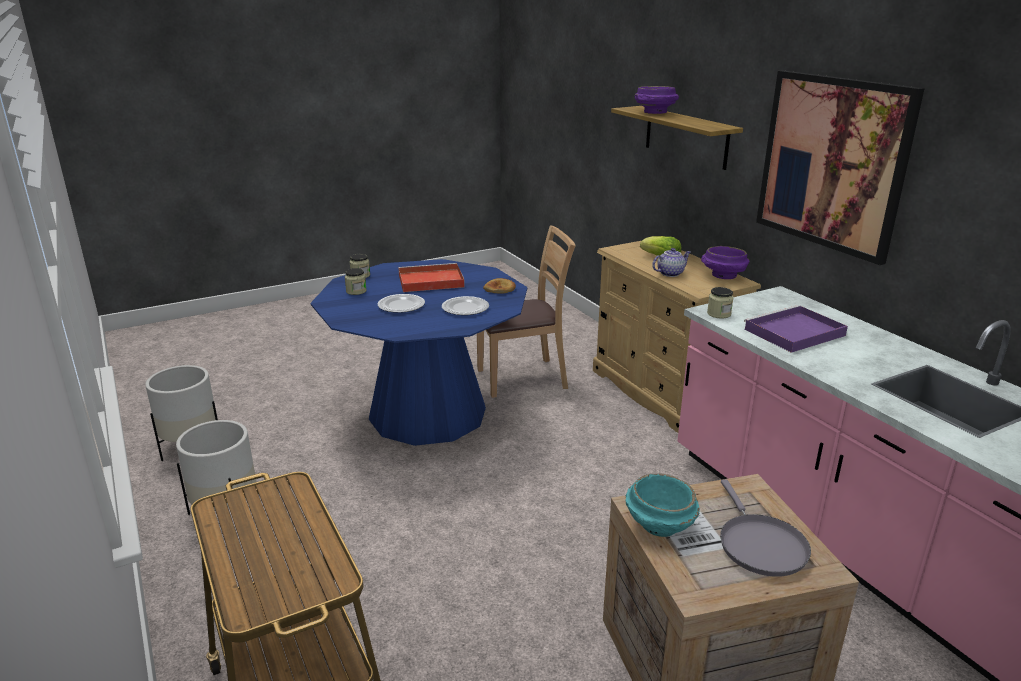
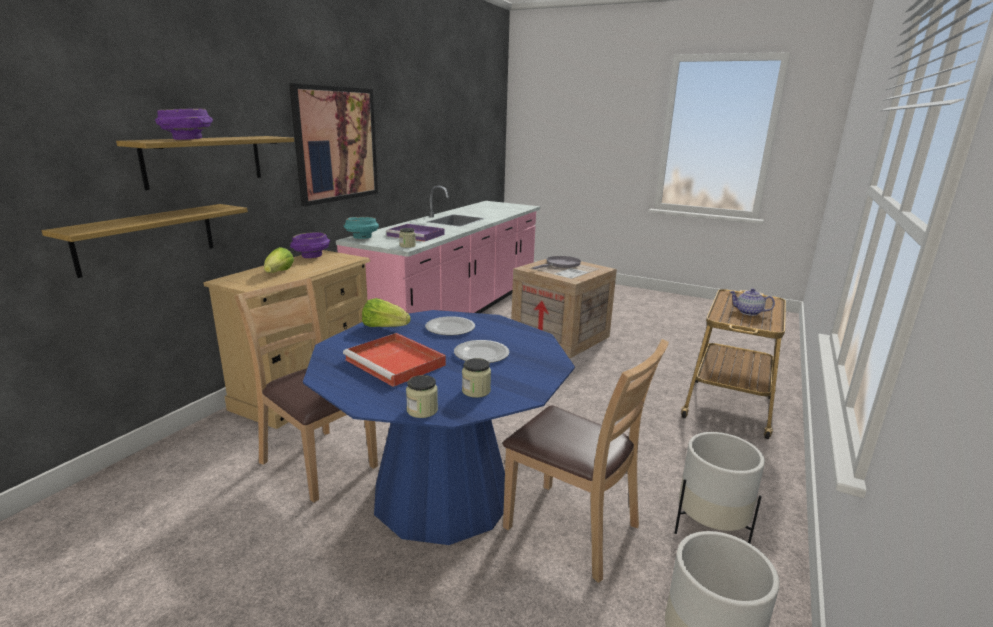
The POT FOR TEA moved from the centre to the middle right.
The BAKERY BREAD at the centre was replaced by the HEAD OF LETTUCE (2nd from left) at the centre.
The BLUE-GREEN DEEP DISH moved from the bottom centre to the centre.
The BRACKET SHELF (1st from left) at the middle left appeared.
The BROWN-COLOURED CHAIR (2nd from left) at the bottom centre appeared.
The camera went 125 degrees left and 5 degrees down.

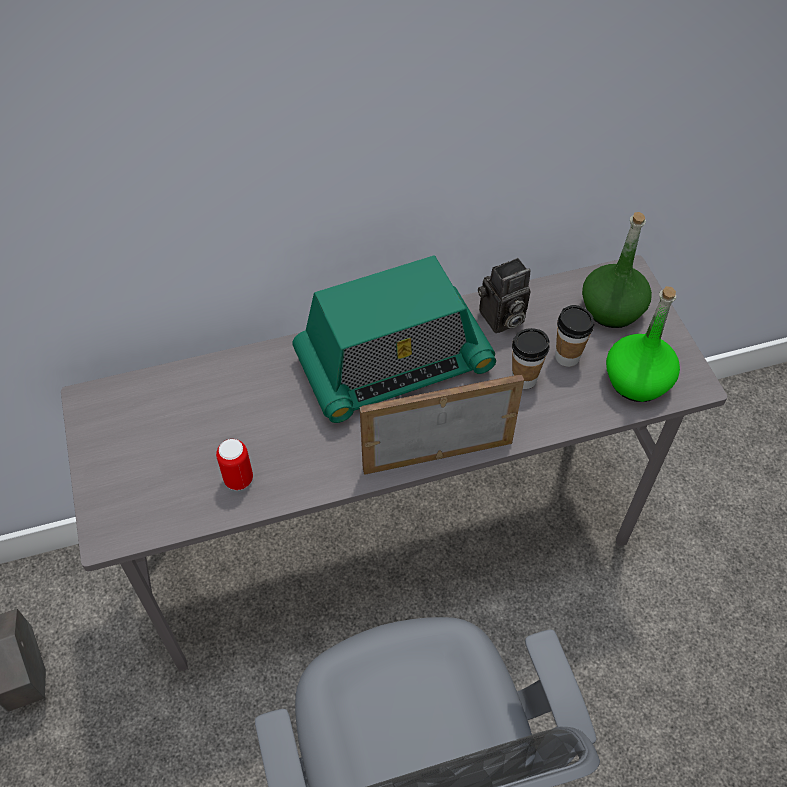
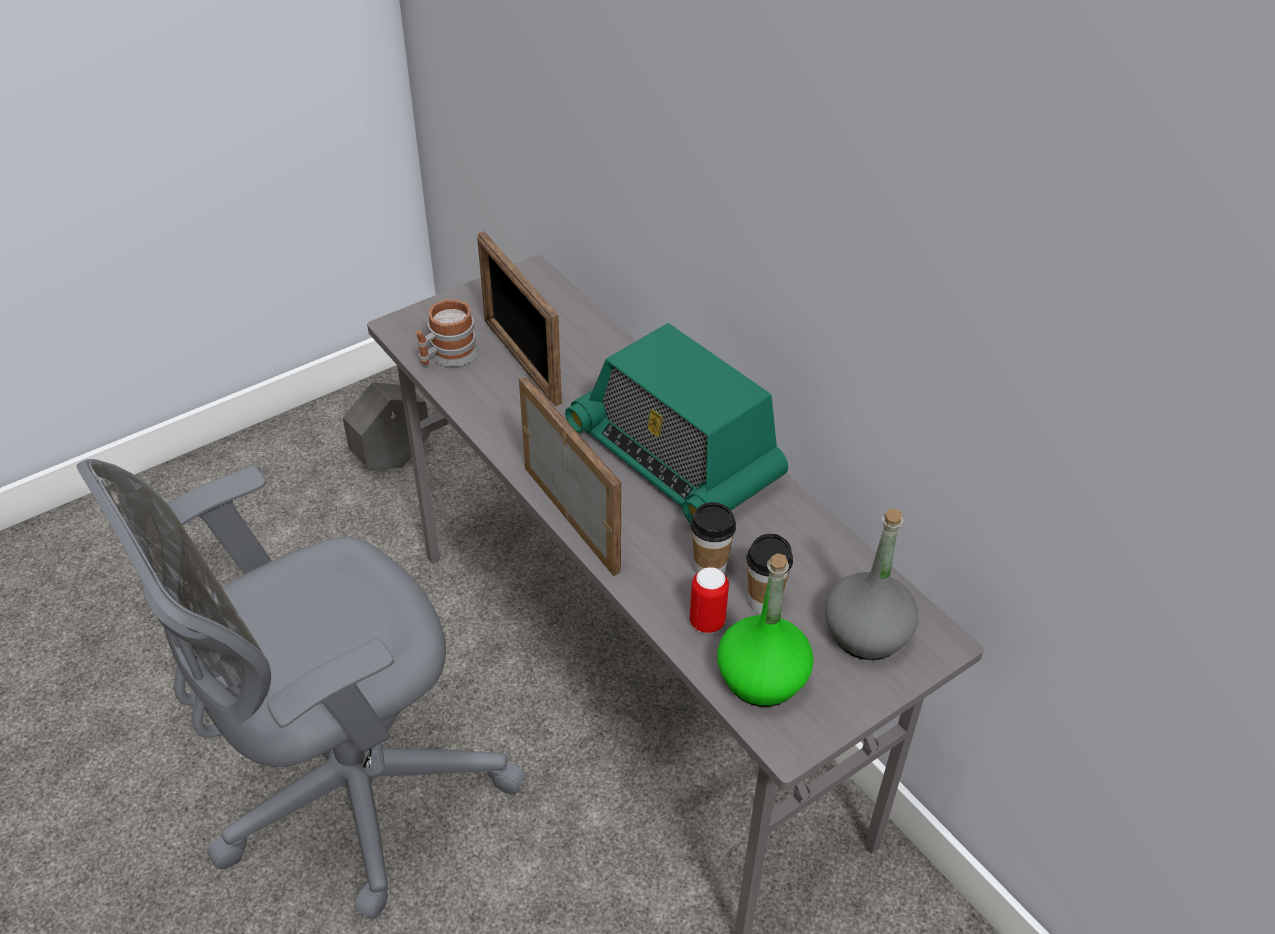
The GREEN-COLOURED DRINK BOTTLE (1st from left) at the middle right became the GRAY DRINK BOTTLE at the middle right.
The STILL CAMERA at the centre disappeared.
The CAN moved from the middle left to the centre.
The PICTURE FRAME (1st from left) at the centre appeared.
The TEA MUG at the centre appeared.
The camera went 70 degrees right and 10 degrees down.

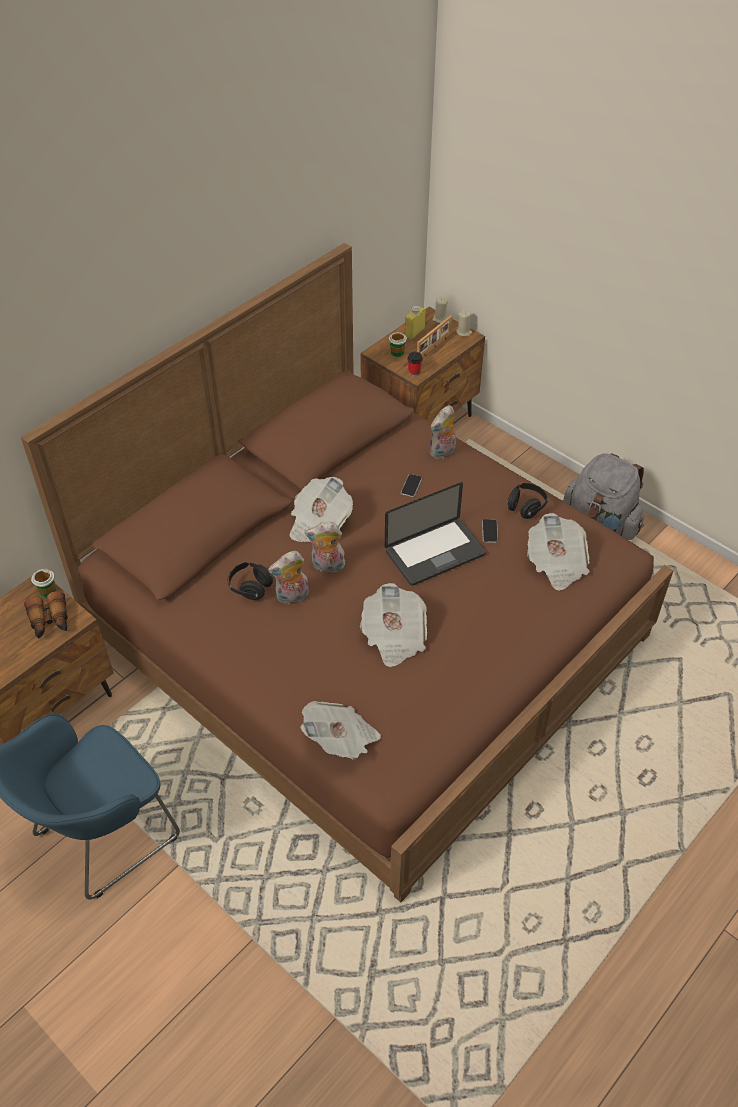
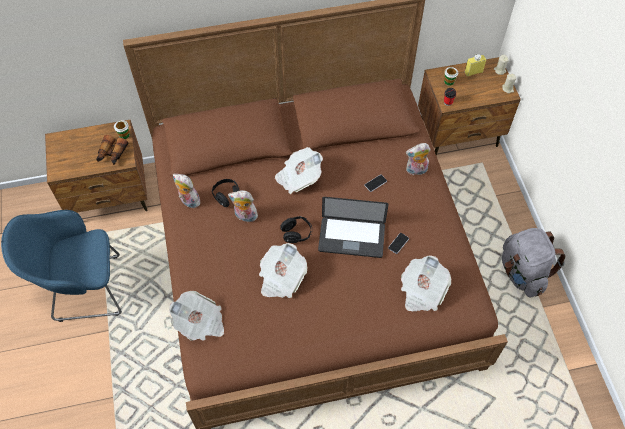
The PICTURE FRAME at the top centre disappeared.
The BLACKISH PAIR OF HEADPHONES (2nd from left) moved from the middle right to the centre.
The CUDDLY TOY (2nd from left in the first image) moved from the centre to the middle left.
The camera went 35 degrees right and 10 degrees up.

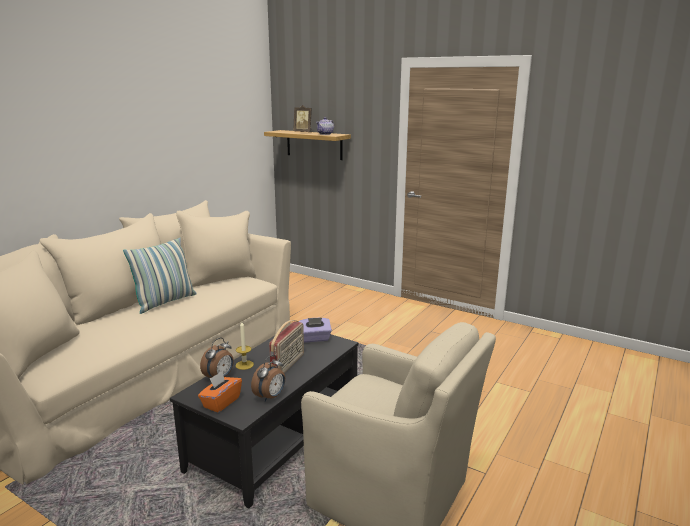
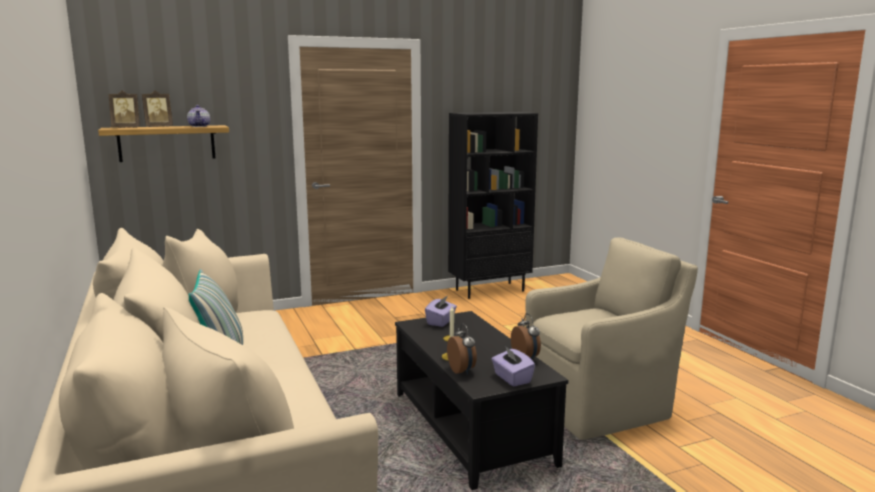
The RADIO RECEIVER at the centre disappeared.
The ORANGEY BOX OF TISSUES at the bottom left became the PURPLE BOX OF TISSUES (2nd from left) at the bottom centre.
The PICTURE FRAME (1st from left) at the top left appeared.
The BLACKISH SHELVING UNIT at the centre appeared.
The camera went 55 degrees left and 5 degrees down.

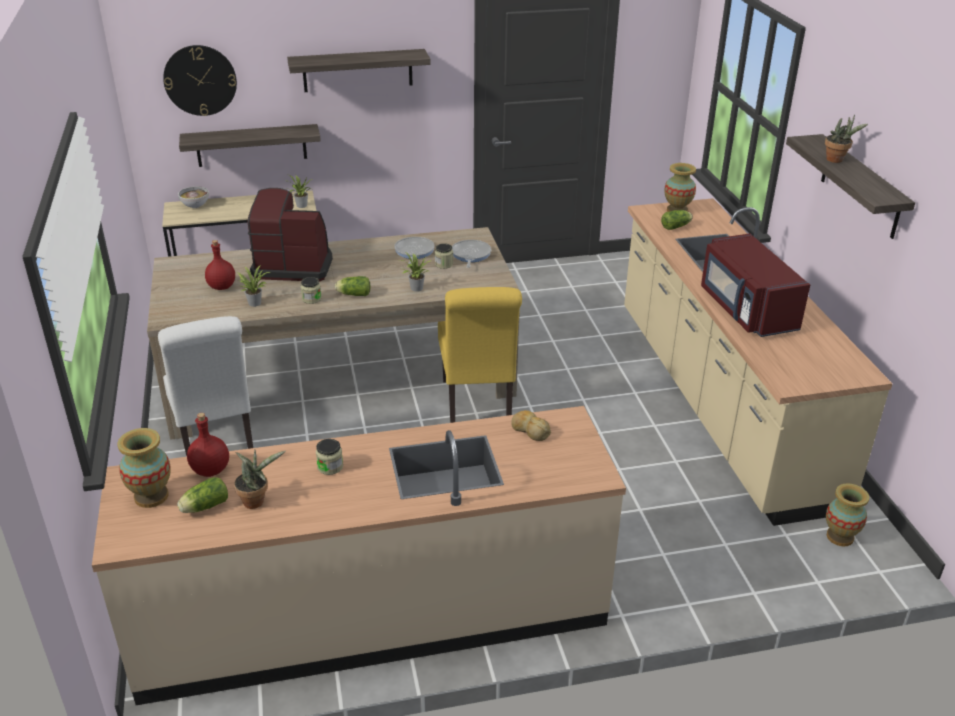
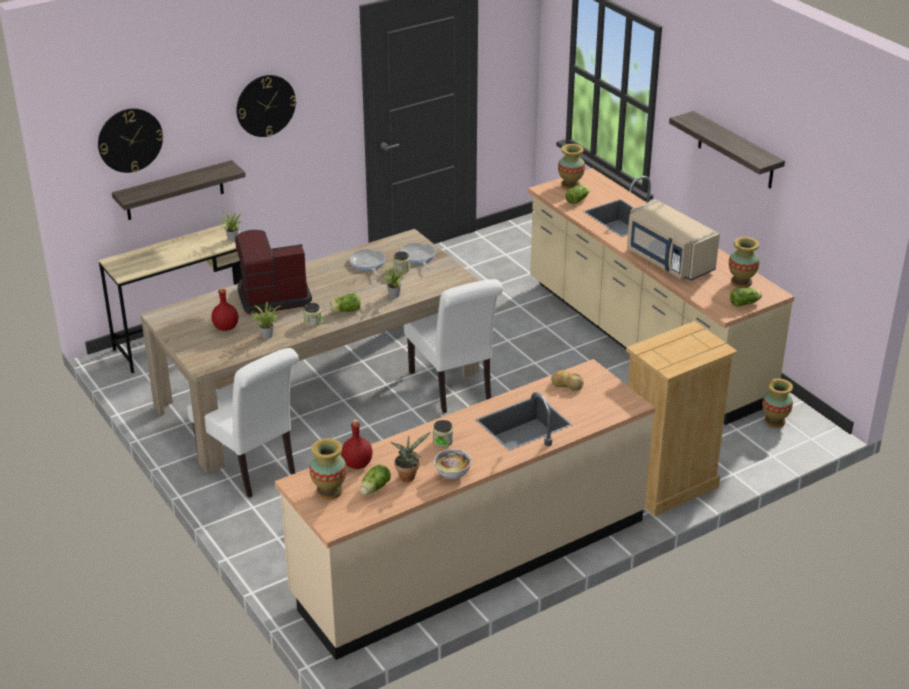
The BRACKET SHELF (2nd from left) at the top centre was replaced by the HANGING CLOCK (2nd from left) at the top left.
The PLANT IN A POT (5th from left) at the top right disappeared.
The DEEP DISH moved from the top left to the bottom centre.
The RED MICROWAVE at the middle right became the BEIGE MICROWAVE at the middle right.
The YELLOW-COLOURED CHAIR at the centre became the WHITE-COLOURED CHAIR (2nd from left) at the centre.
The FLOWER VASE (3rd from left) at the middle right appeared.
The HEAD OF LETTUCE (4th from left) at the middle right appeared.
The BEIGE DRAWER CHEST at the middle right appeared.
The camera went 20 degrees left and 0 degrees up.

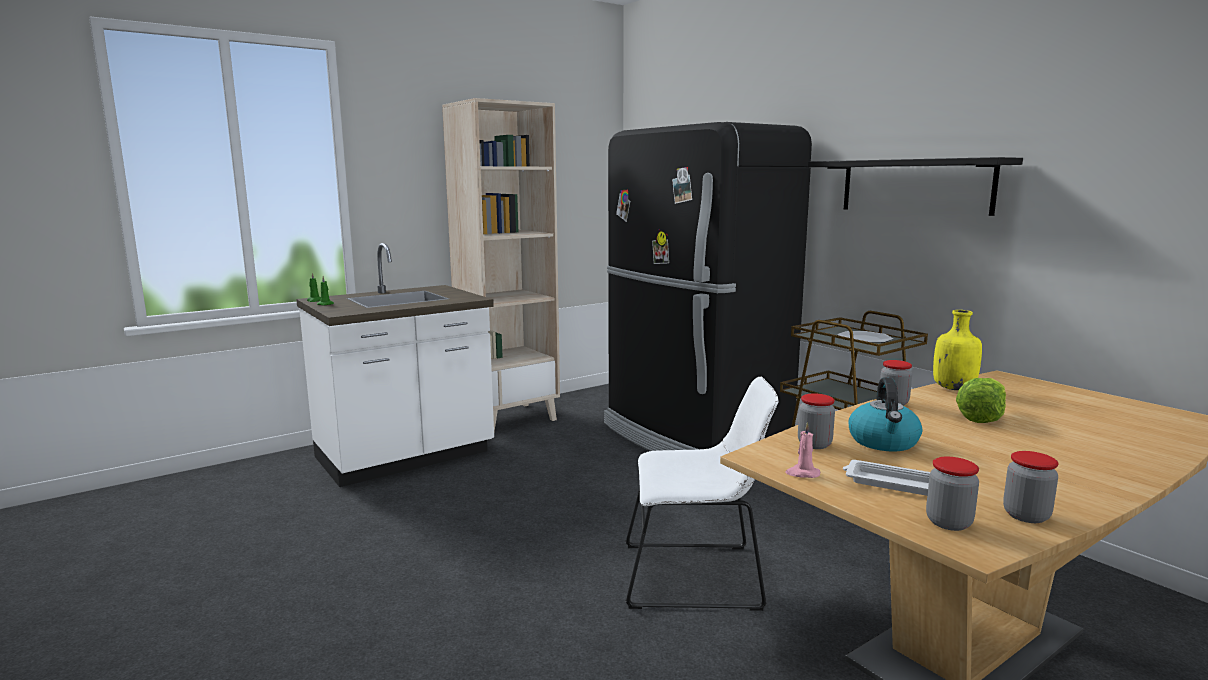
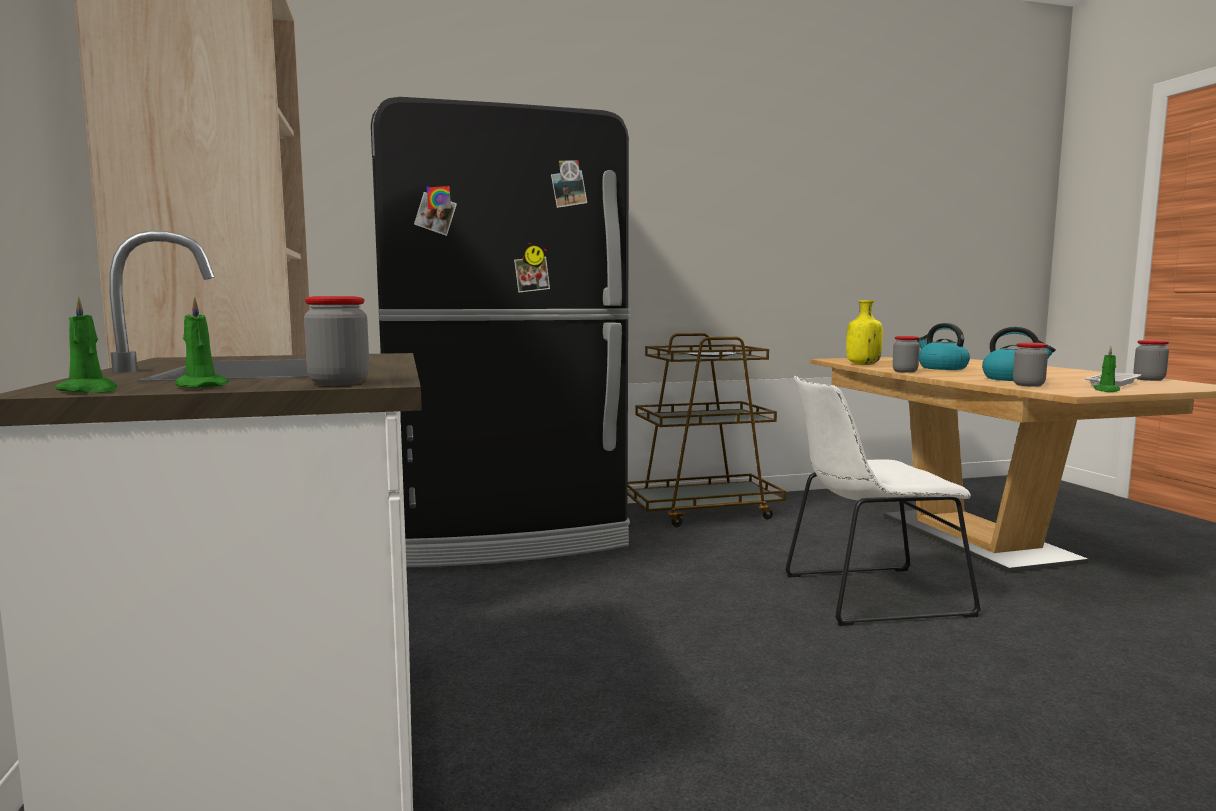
The BLACKISH BRACKET SHELF at the top right disappeared.
The WHITE-COLOURED CHAIR at the bottom centre turned 120 degrees counterclockwise.
The HEAD OF LETTUCE at the middle right was replaced by the WATER KETTLE (1st from left) at the middle right.
The PINK WAX CANDLE at the centre became the GREEN-COLOURED WAX CANDLE (3rd from left) at the middle right.
The JAR (3rd from left in the first image) moved from the bottom right to the middle left.
The camera went 70 degrees left and 5 degrees down.

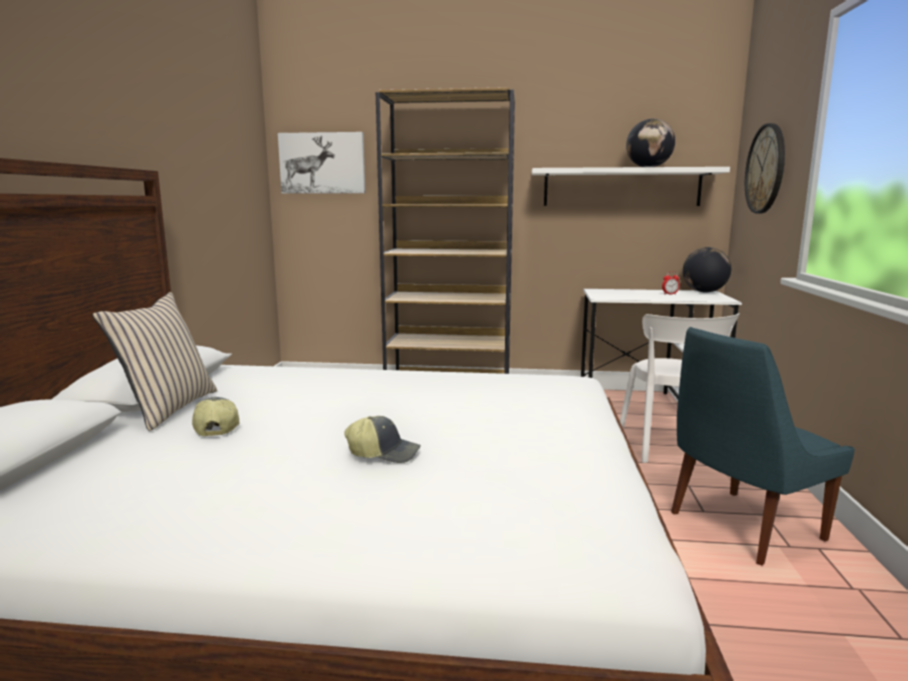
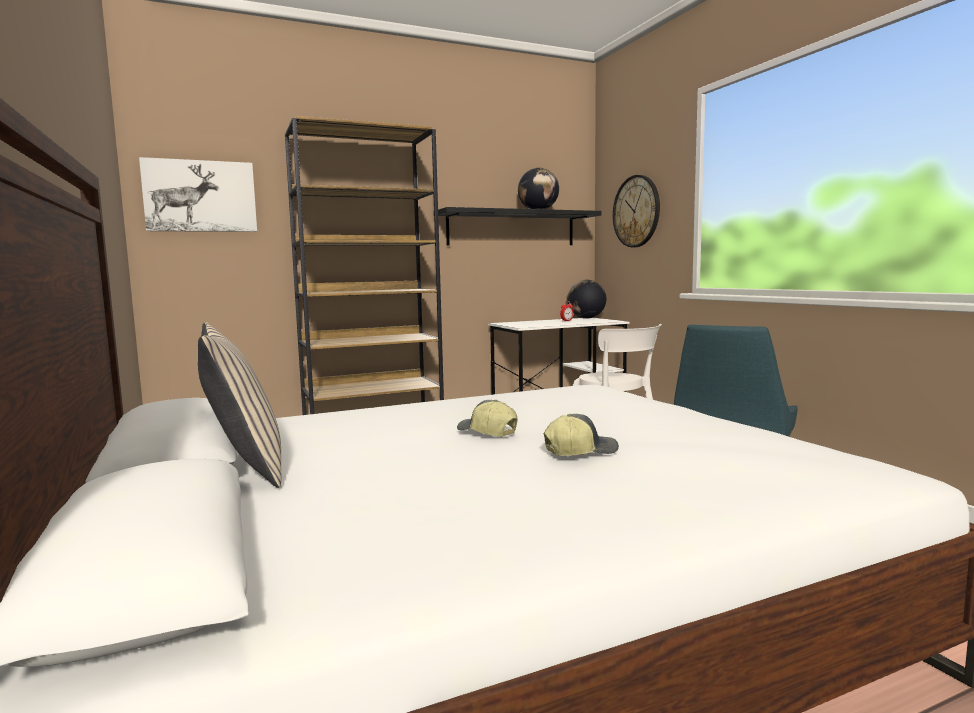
The WHITE-COLOURED BRACKET SHELF at the top right became the BLACKISH BRACKET SHELF at the top centre.
The BASEBALL CAP (1st from left) moved from the middle left to the centre.
The camera went 30 degrees left and 5 degrees down.

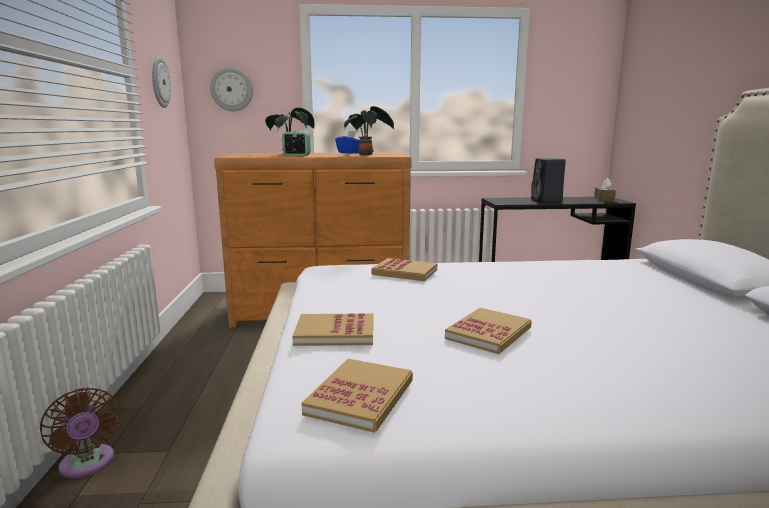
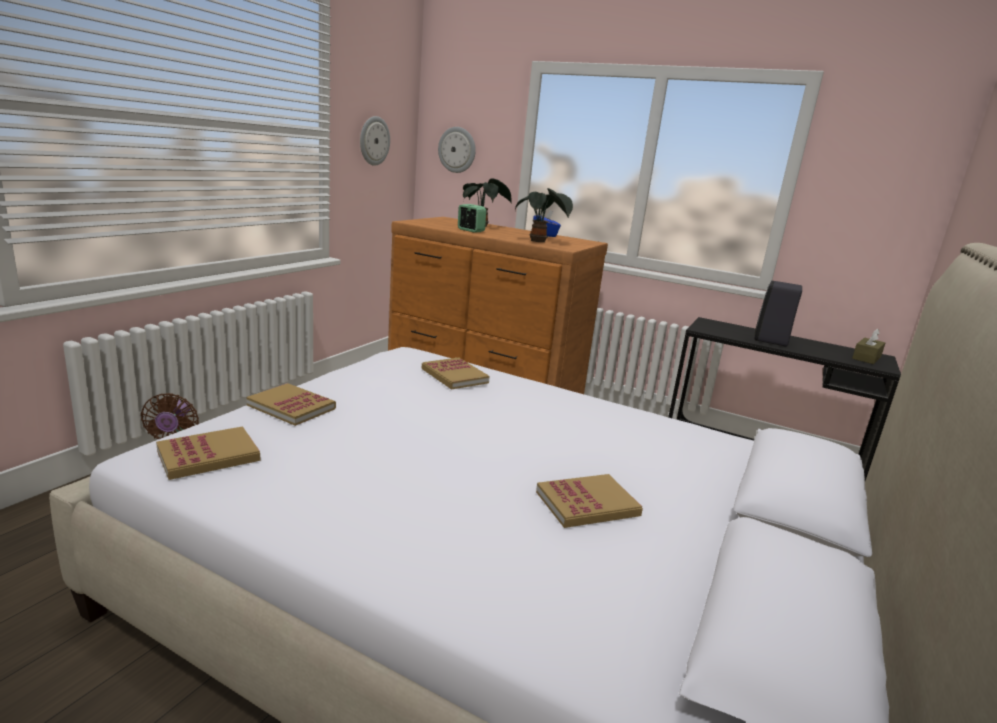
The BOOK (4th from left) moved from the centre to the bottom centre.
The camera went 30 degrees right and 5 degrees up.

